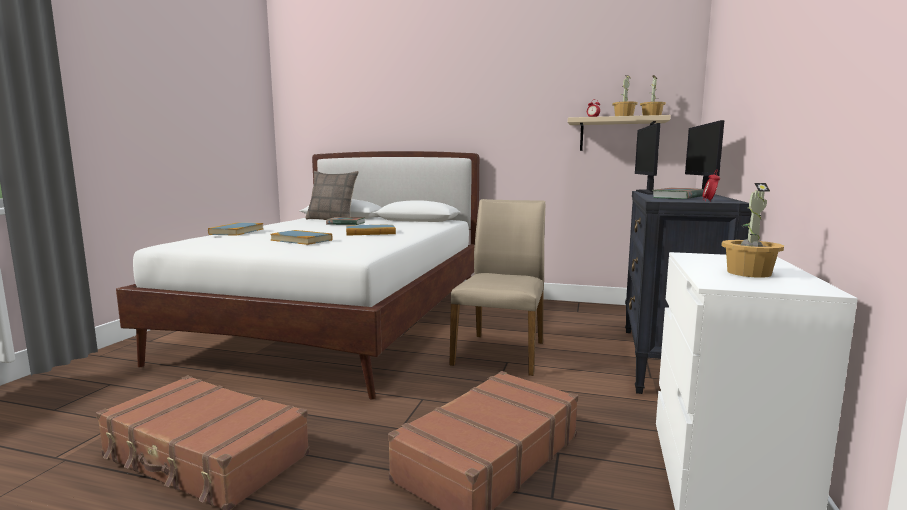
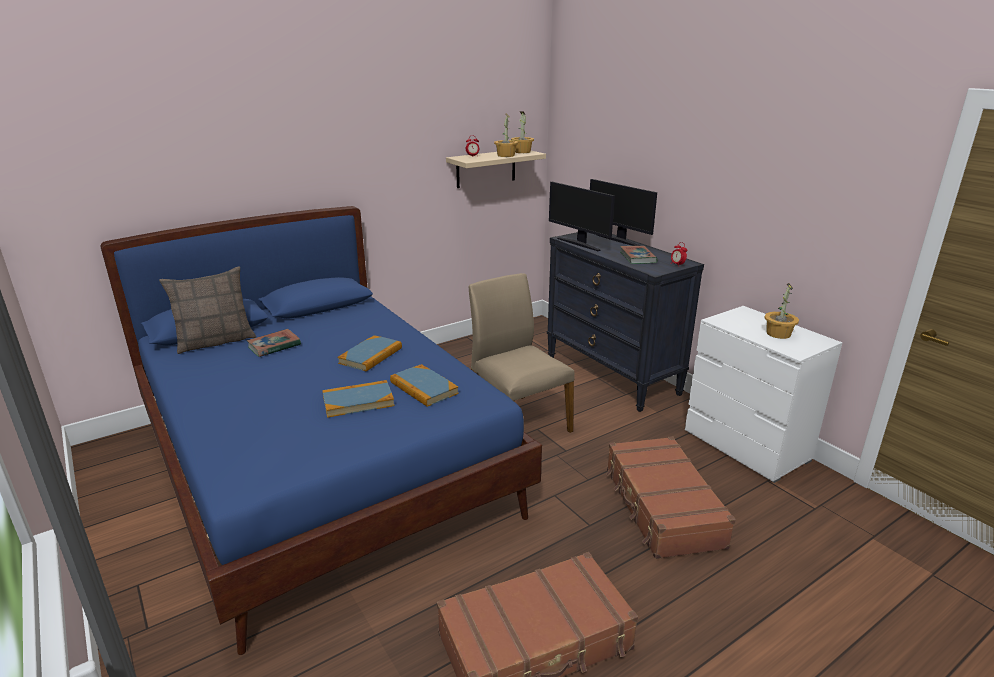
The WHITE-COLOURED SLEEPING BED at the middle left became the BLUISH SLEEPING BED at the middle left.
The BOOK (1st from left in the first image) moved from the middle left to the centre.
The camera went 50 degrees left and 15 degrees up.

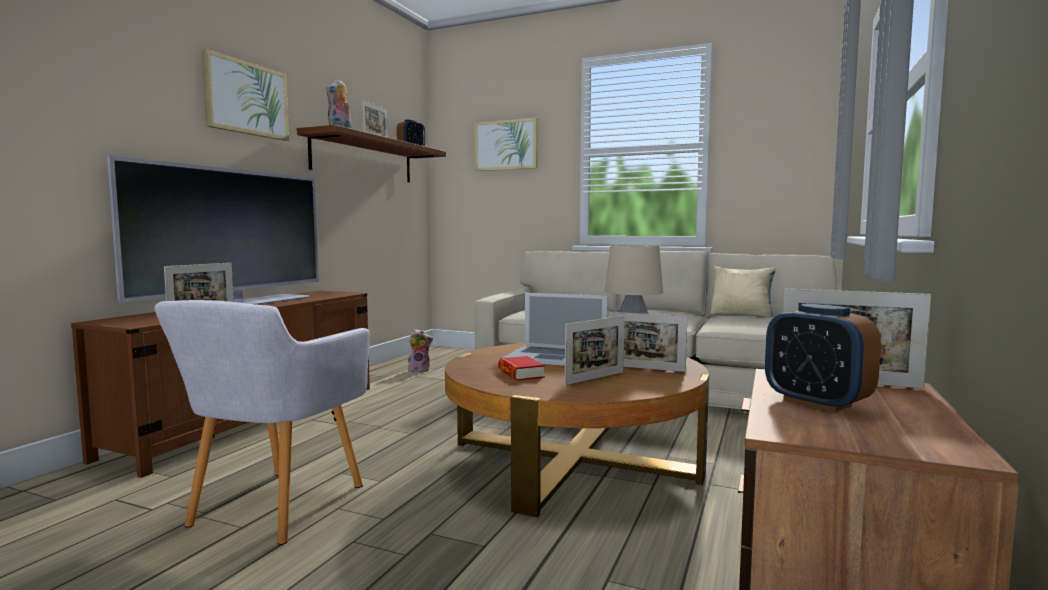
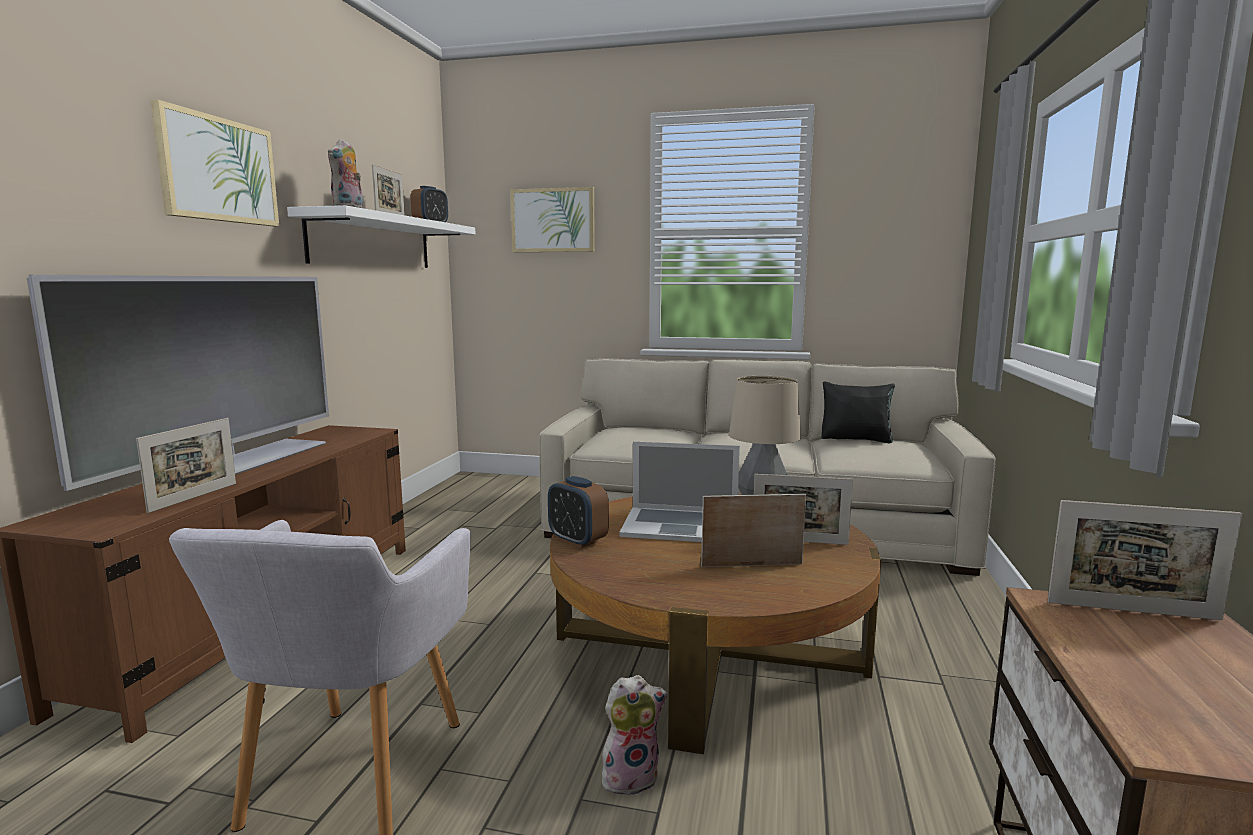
The BROWN-COLOURED BRACKET SHELF at the top centre became the WHITE-COLOURED BRACKET SHELF at the top left.
The BEIGE CUSHION at the middle right became the BLACKISH CUSHION at the middle right.
The BEDSIDE CLOCK (2nd from left) moved from the middle right to the centre.
The PICTURE FRAME (3rd from left) at the centre turned 135 degrees counterclockwise.
The CUDDLY TOY (2nd from left) moved from the centre to the bottom centre.
The BOOK at the centre disappeared.
The camera went 10 degrees left and 5 degrees up.

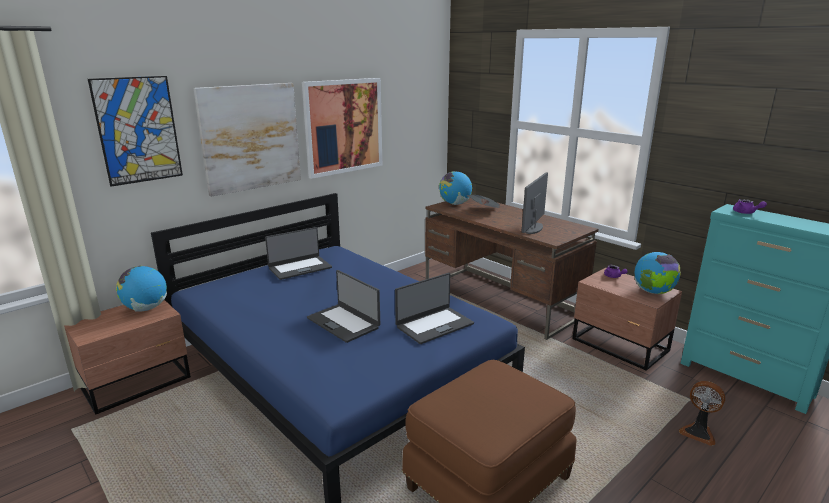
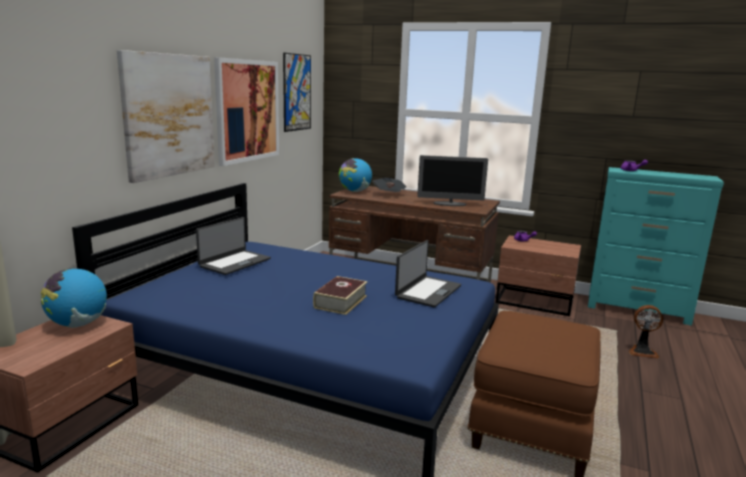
The WALL ART (1st from left in the first image) moved from the top left to the top centre.
The MONITOR at the centre turned 90 degrees counterclockwise.
The GLOBE (3rd from left) at the middle right disappeared.
The LAPTOP (2nd from left) at the centre was replaced by the BOOK at the centre.
The camera went 25 degrees left and 5 degrees down.

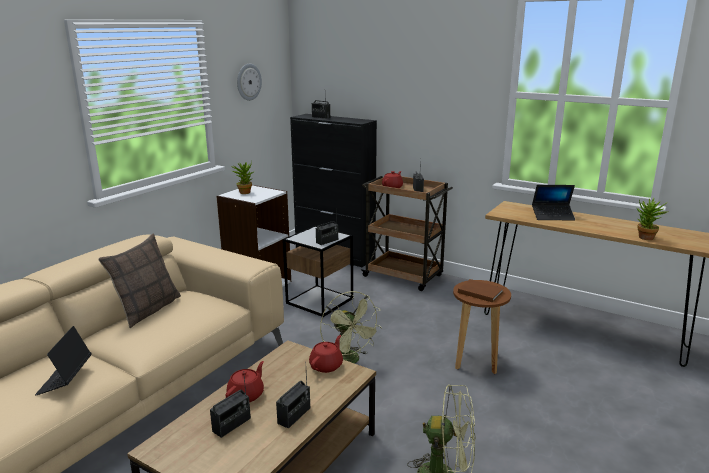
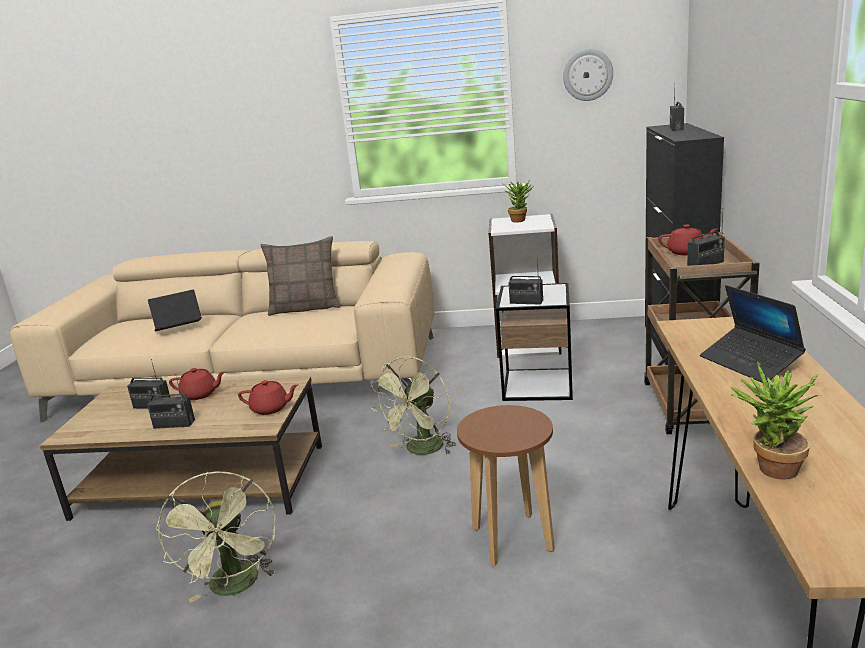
The BROWN-COLOURED BOOK at the middle right disappeared.
The camera went 65 degrees right and 0 degrees up.

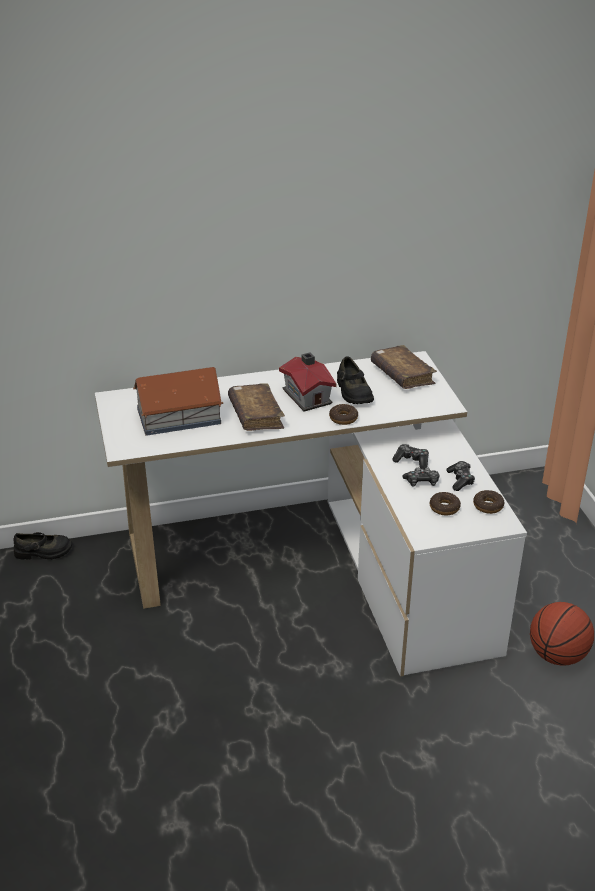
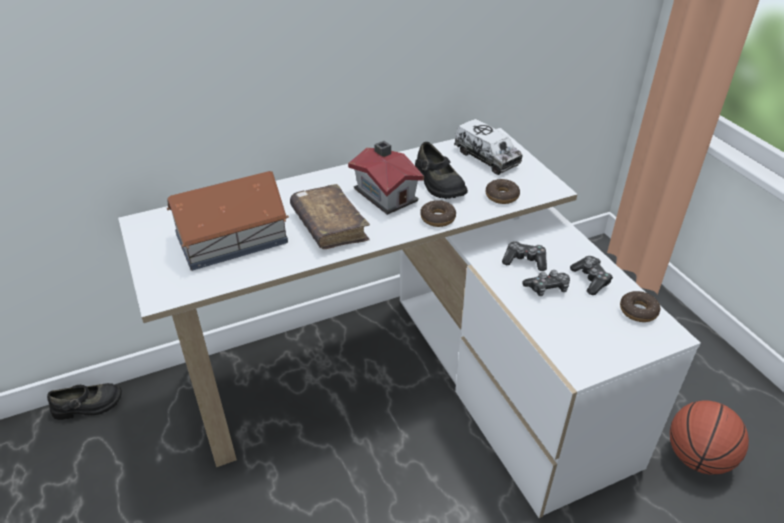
The BROWN-COLOURED BOOK (2nd from left) at the middle right was replaced by the TOY TRUCK at the top centre.
The DONUT (2nd from left) moved from the middle right to the centre.
The camera went 10 degrees left and 5 degrees up.

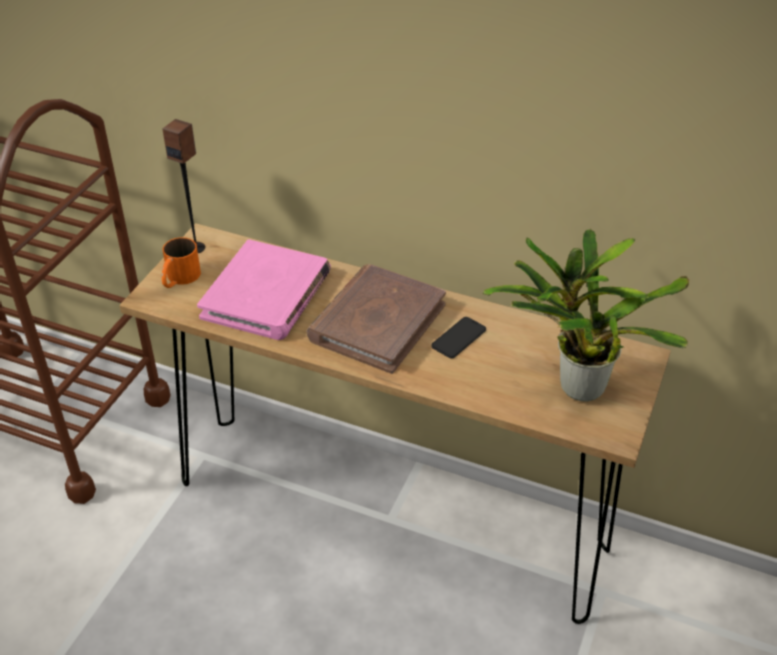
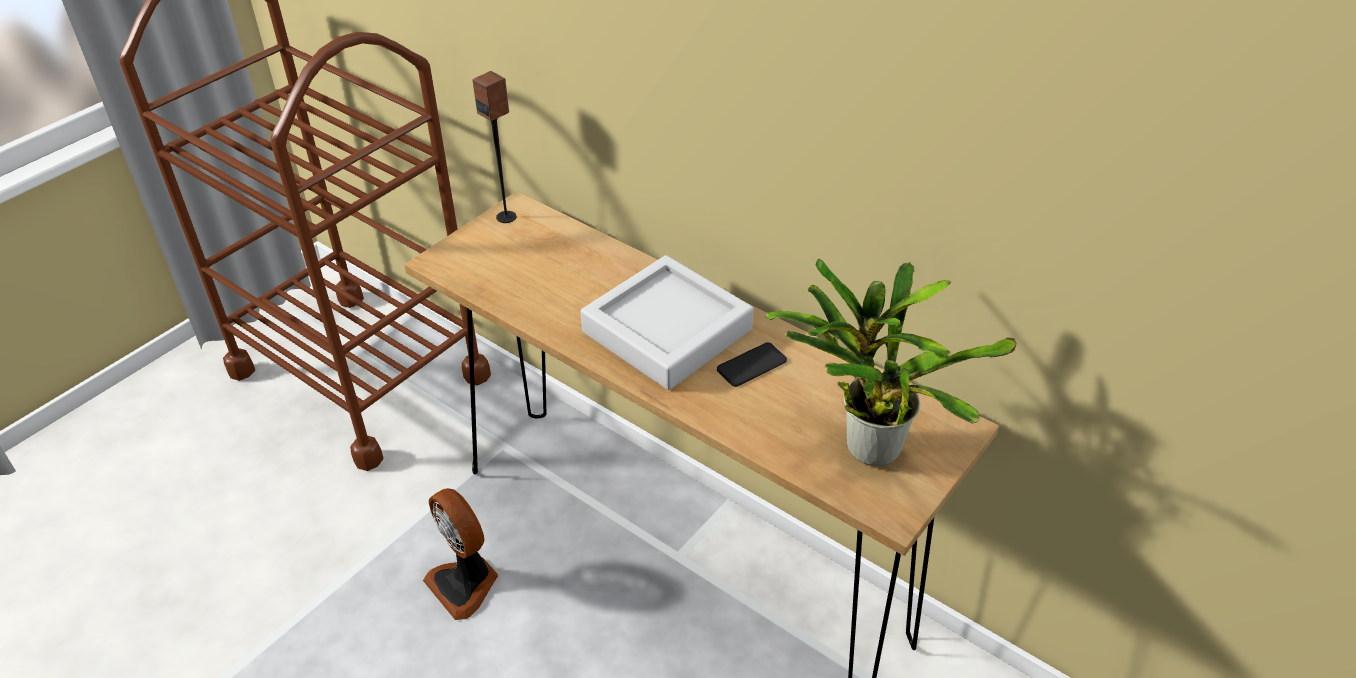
The ORANGEY TEA MUG at the middle left disappeared.
The PINK BOOK at the centre disappeared.
The BROWN-COLOURED BOOK at the centre was replaced by the GRAY TRAY at the centre.
The COOLING FAN at the bottom centre appeared.
The camera went 15 degrees right and 0 degrees up.

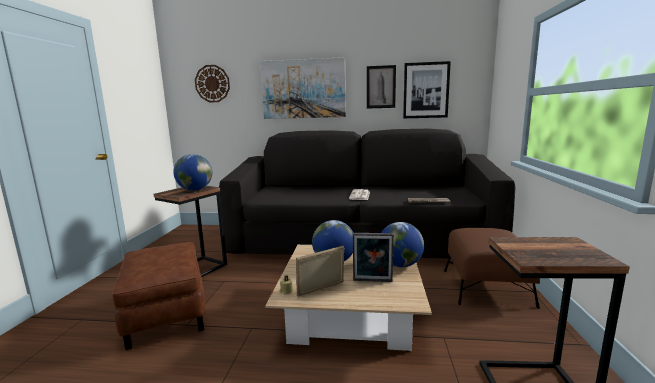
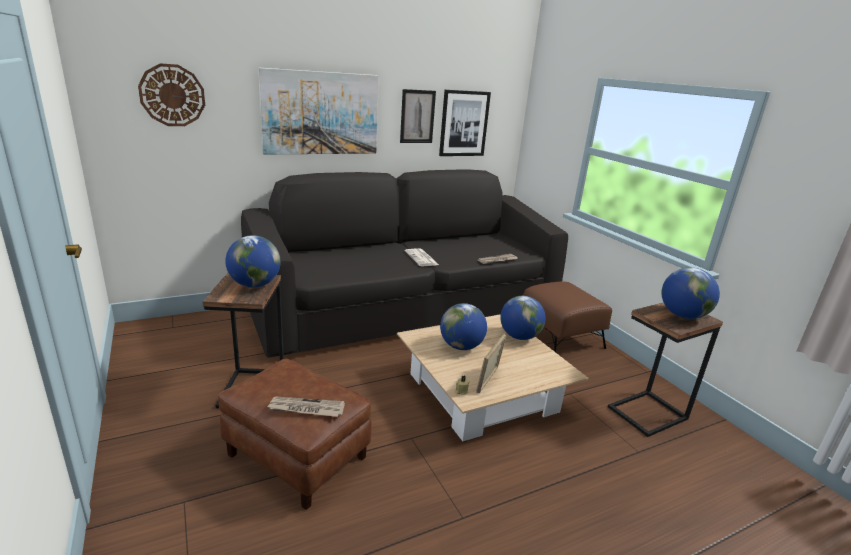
The PICTURE FRAME (2nd from left) at the bottom centre disappeared.
The GLOBE (4th from left) at the middle right appeared.
The PRINTED PAPER (1st from left) at the bottom centre appeared.
The camera went 35 degrees left and 10 degrees up.

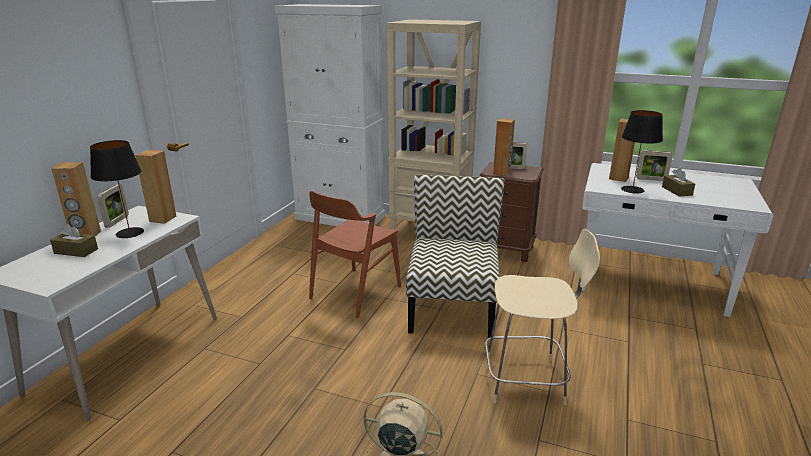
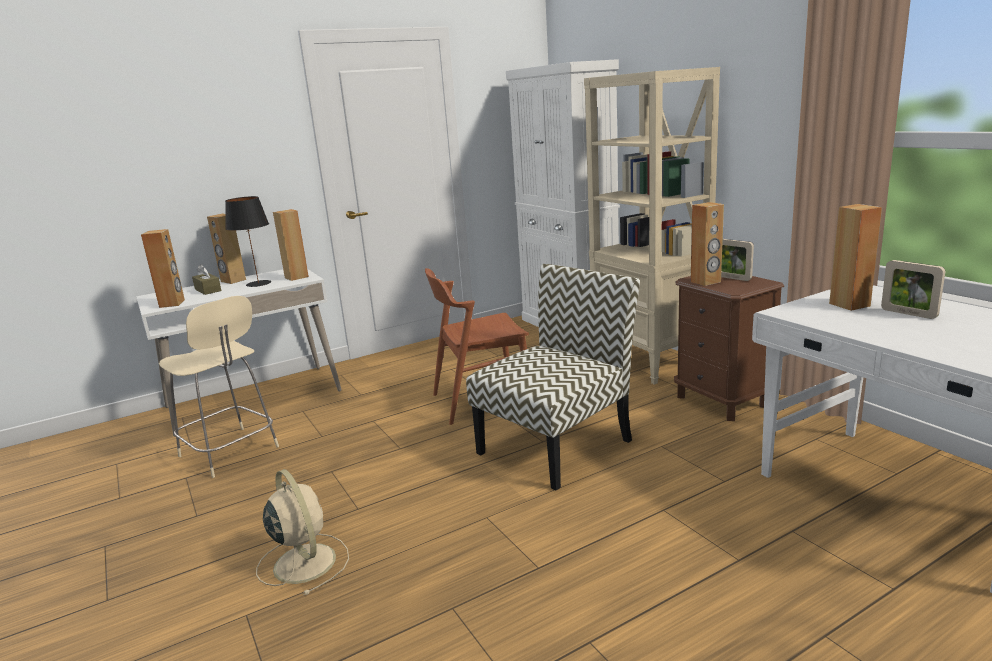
The BLACKISH TABLETOP LAMP (2nd from left) at the middle right disappeared.
The BROWN-COLOURED BOX OF TISSUES (2nd from left) at the middle right disappeared.
The PICTURE FRAME (1st from left) at the middle left disappeared.
The BEIGE SITTING STOOL moved from the bottom right to the middle left.
The BROWN-COLOURED LOUDSPEAKER (1st from left) at the middle left appeared.
The camera went 40 degrees right and 5 degrees down.

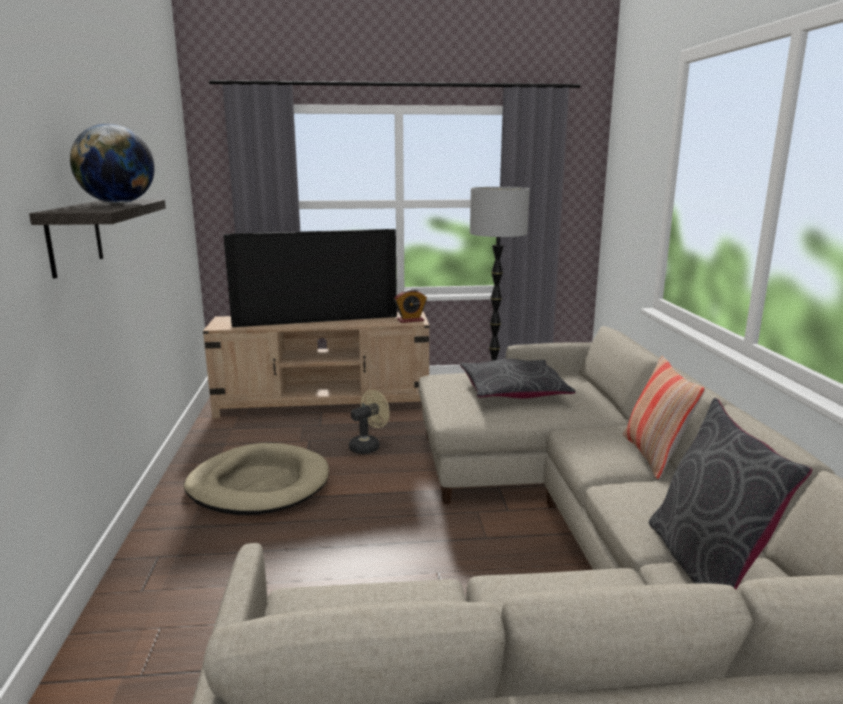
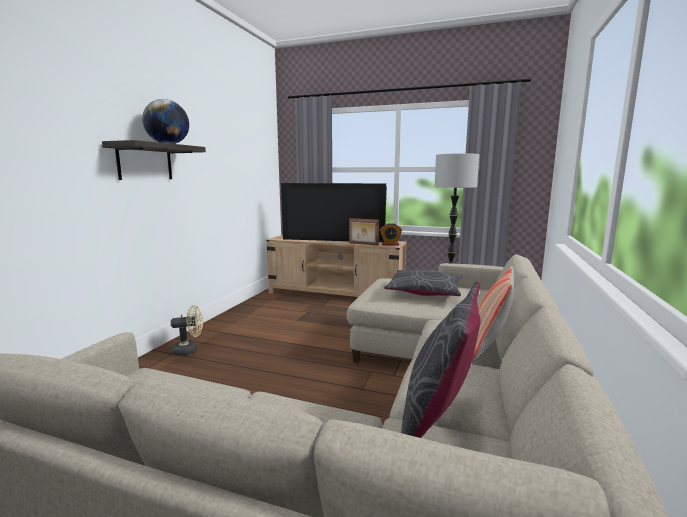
The BEIGE COOLING FAN moved from the centre to the middle left.
The BEIGE DOG CUSHION at the bottom left disappeared.
The PICTURE FRAME at the centre appeared.
The camera went 25 degrees right and 5 degrees down.

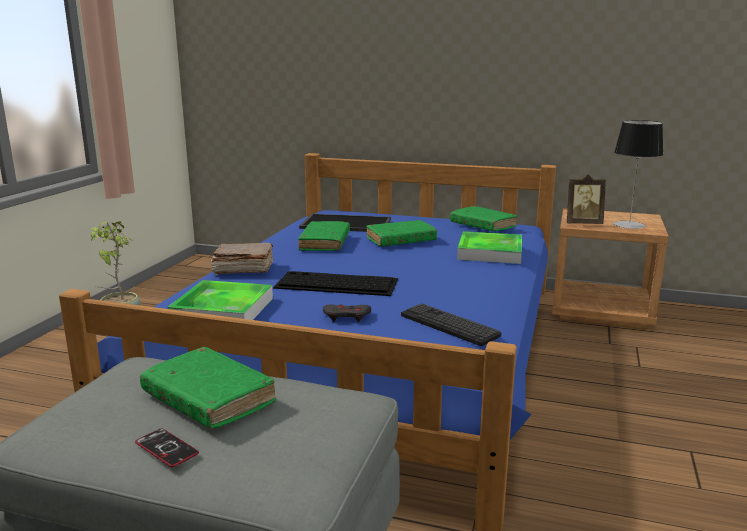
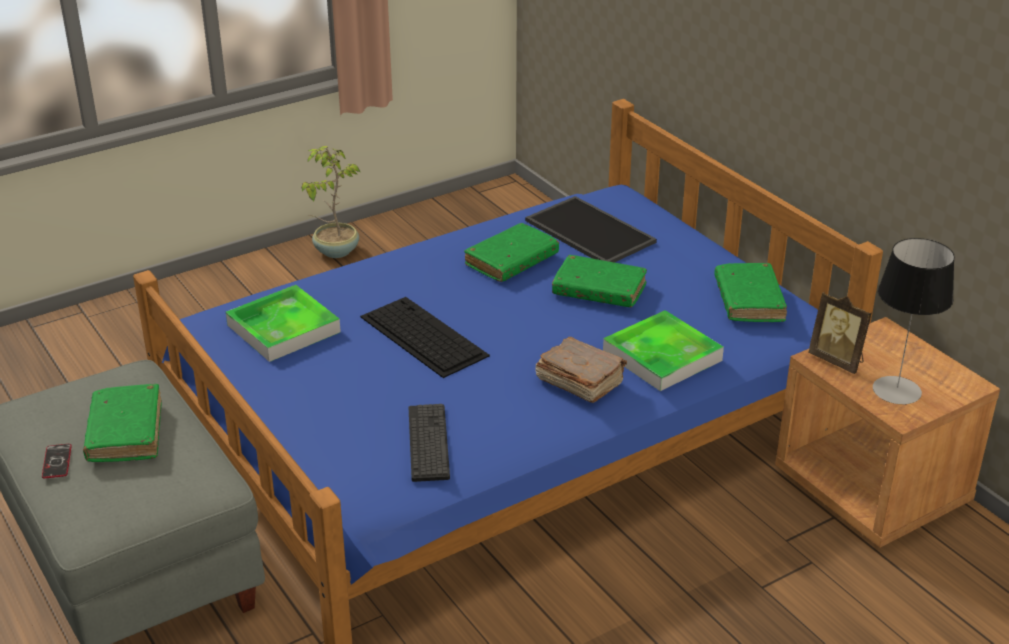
The BROWN-COLOURED BOOK moved from the middle left to the centre.
The GRAY GAME CONTROLLER at the centre disappeared.
The camera went 40 degrees right and 15 degrees up.

